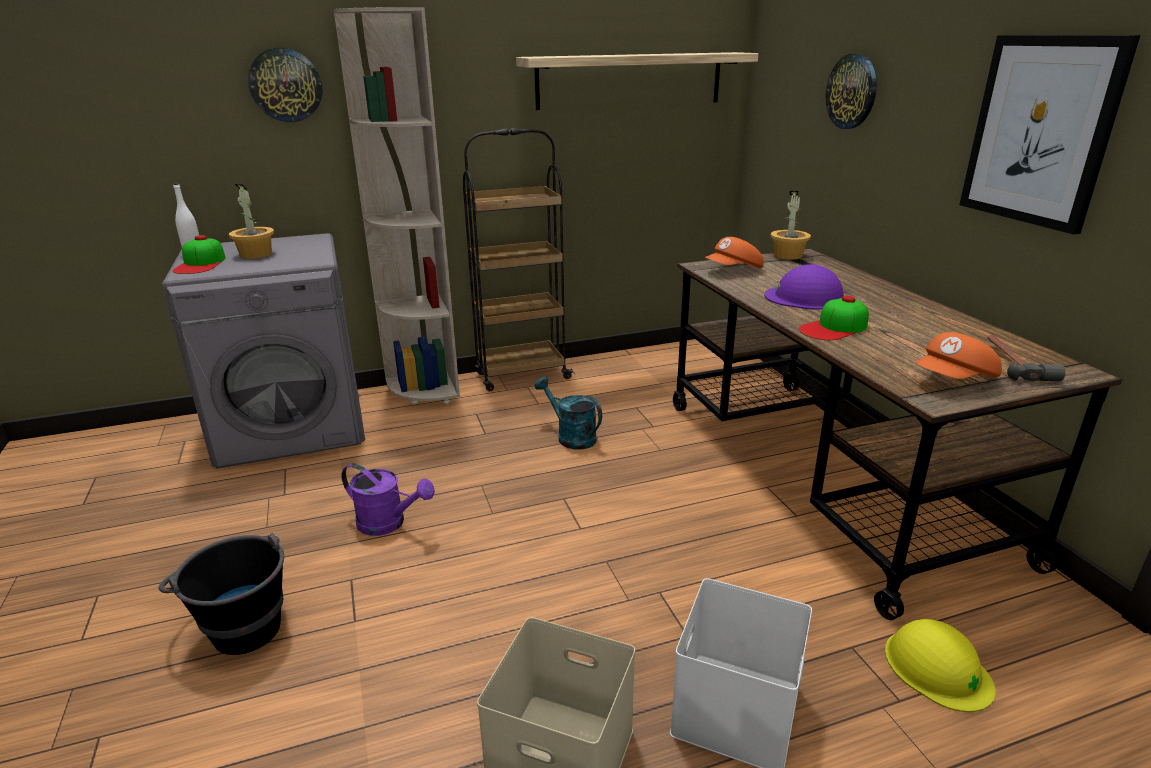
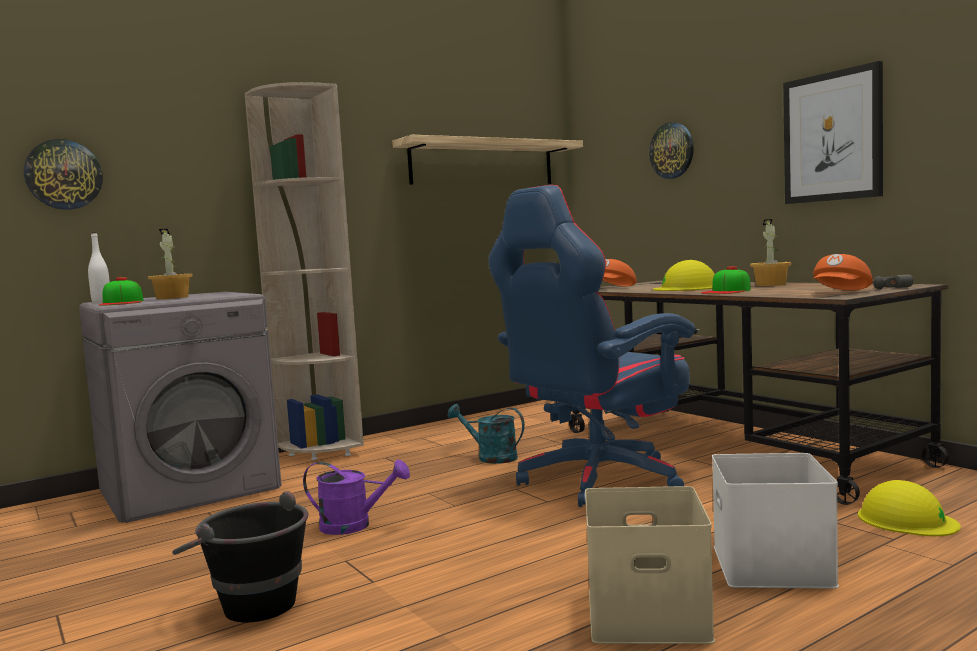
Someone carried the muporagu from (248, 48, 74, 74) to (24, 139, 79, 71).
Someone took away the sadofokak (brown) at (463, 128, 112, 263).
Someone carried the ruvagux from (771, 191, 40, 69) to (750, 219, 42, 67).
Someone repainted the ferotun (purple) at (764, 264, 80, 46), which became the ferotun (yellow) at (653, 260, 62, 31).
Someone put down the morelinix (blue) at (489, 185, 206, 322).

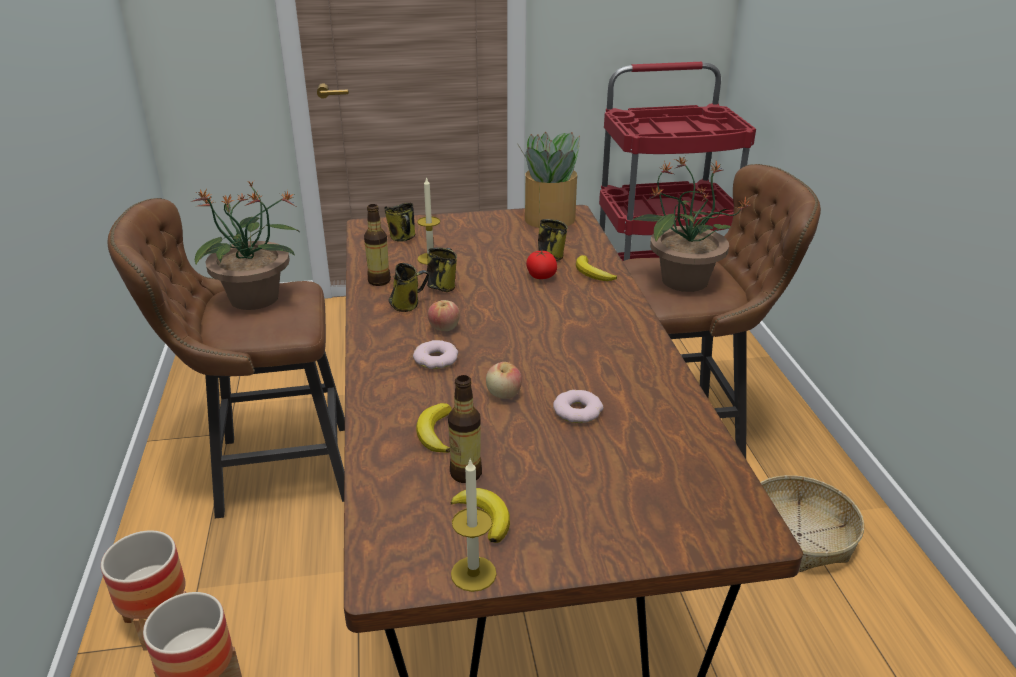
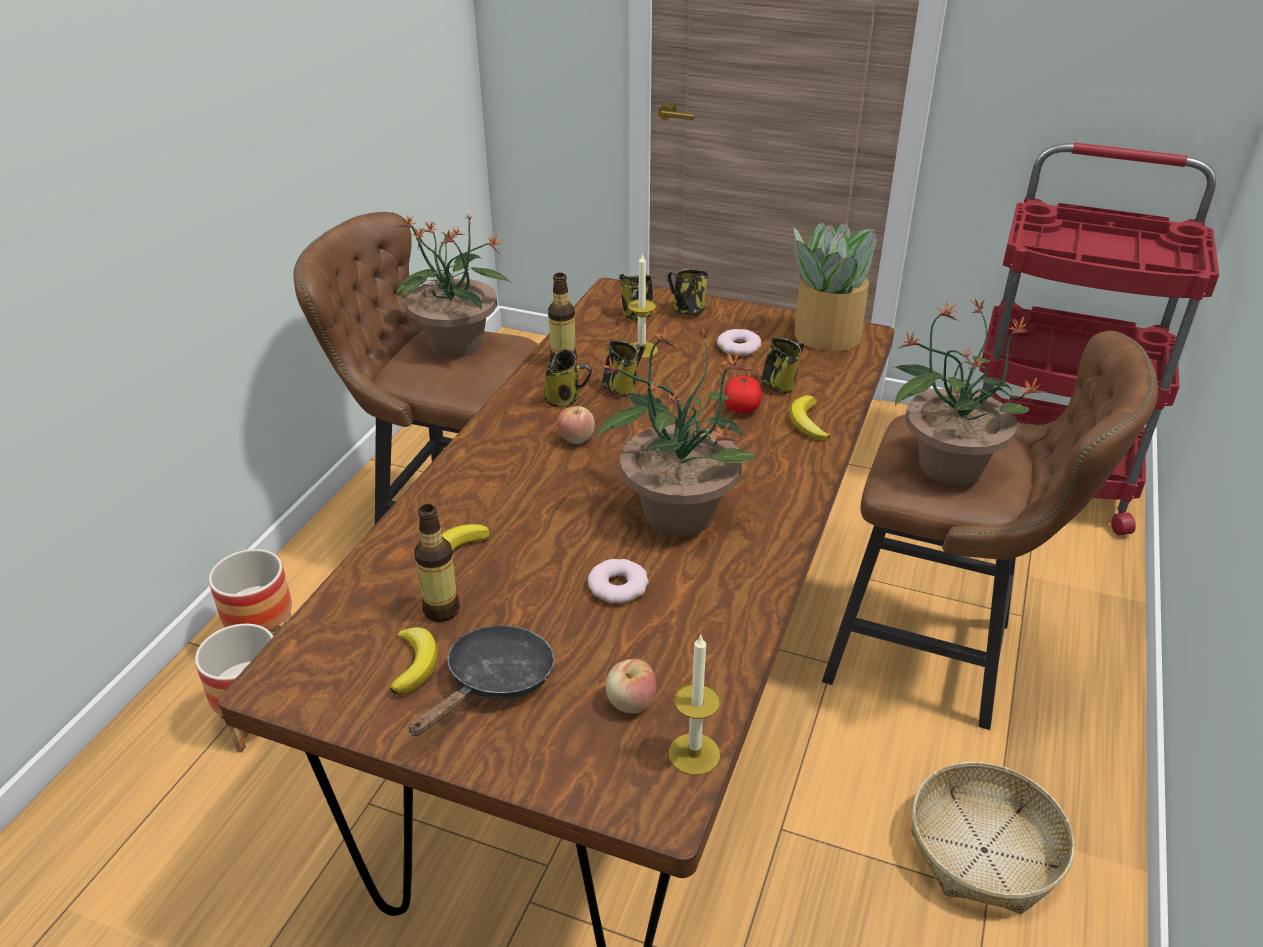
Someone carried the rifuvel from (413, 340, 45, 29) to (717, 329, 44, 27).
Someone carried the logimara from (486, 362, 36, 37) to (606, 659, 50, 55).
Someone carried the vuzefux from (451, 458, 46, 134) to (669, 634, 51, 141).
Someone put down the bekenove at (668, 269, 40, 46).
Someone put down the ruvagux at (597, 324, 160, 212).
Someone put down the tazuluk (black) at (408, 625, 146, 111).

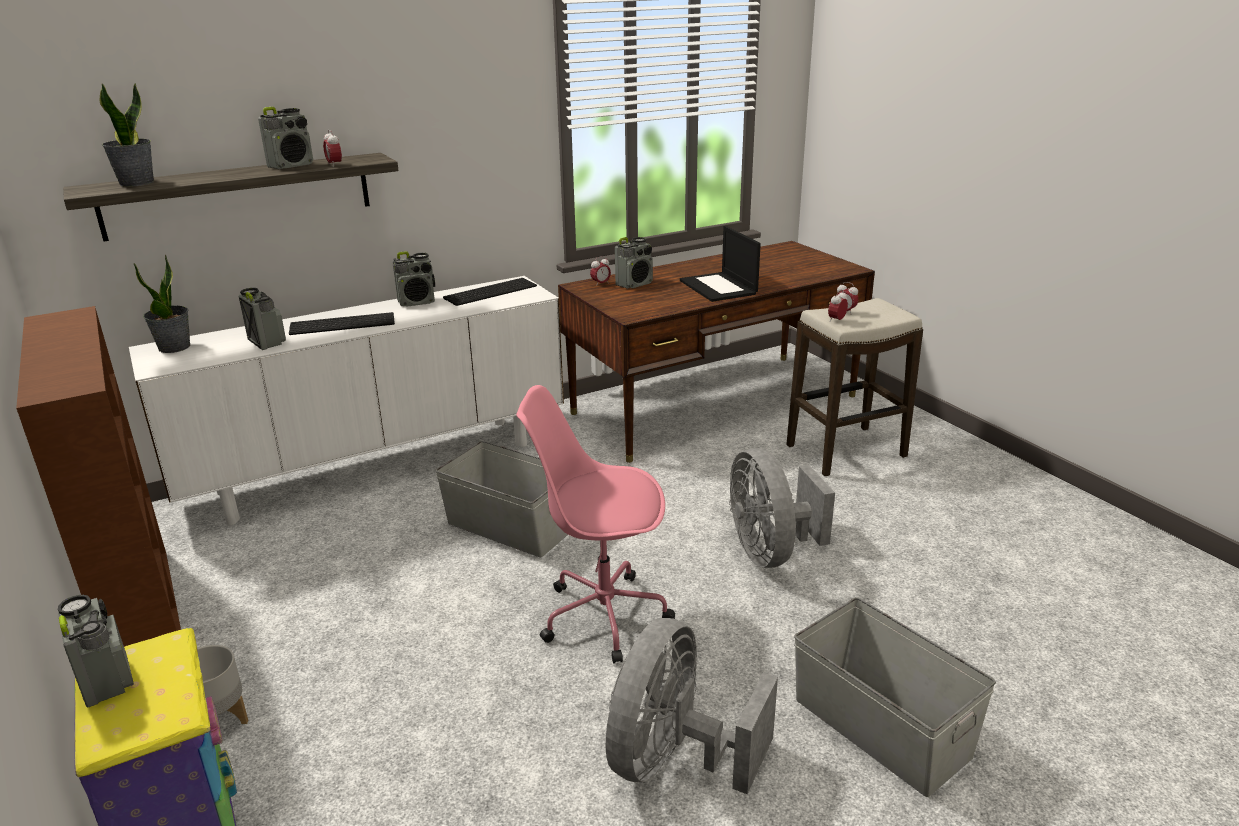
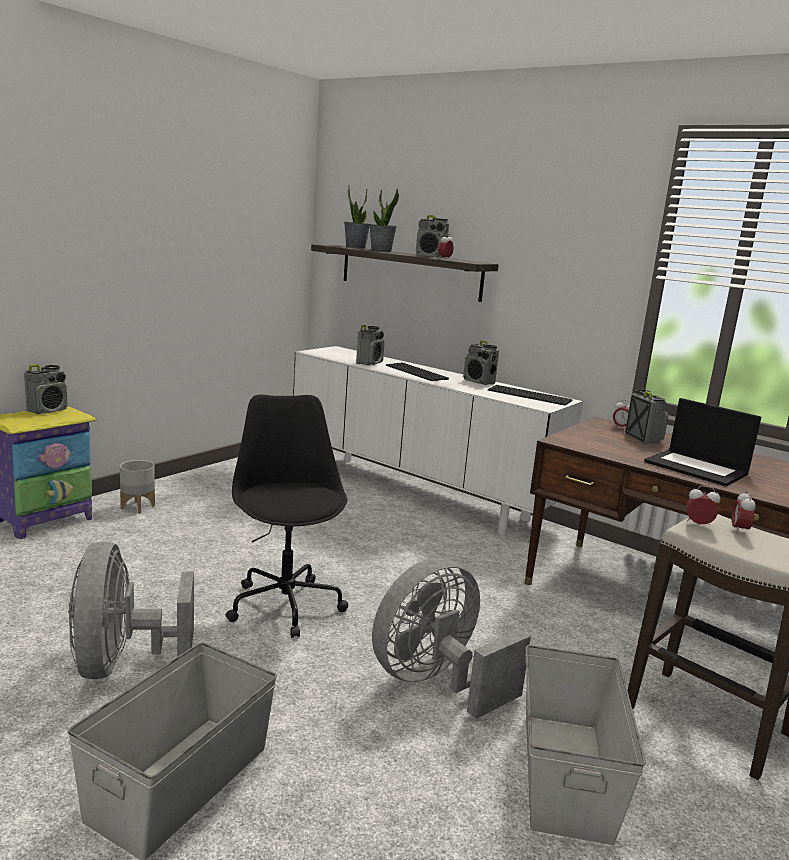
Someone rotated the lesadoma at (680, 226, 81, 76) by 90 degrees counterclockwise.
Someone rotated the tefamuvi at (615, 237, 38, 52) by 135 degrees counterclockwise.
Someone carried the ruvagux from (134, 255, 56, 98) to (369, 188, 30, 64).
Someone took away the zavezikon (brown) at (16, 306, 165, 341).
Someone repainted the morelinix (pink) at (516, 385, 159, 279), which became the morelinix (black) at (225, 395, 123, 243).
Someone carried the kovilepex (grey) from (435, 441, 133, 116) to (525, 645, 121, 200).
Someone rotated the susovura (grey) at (606, 618, 172, 176) by 105 degrees counterclockwise.

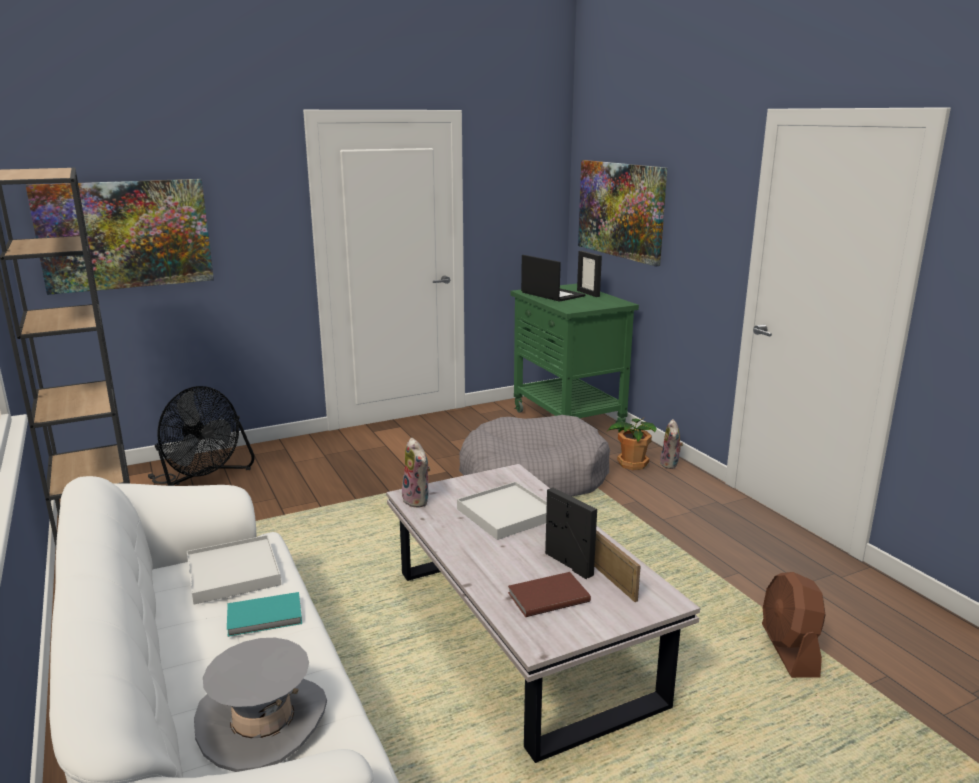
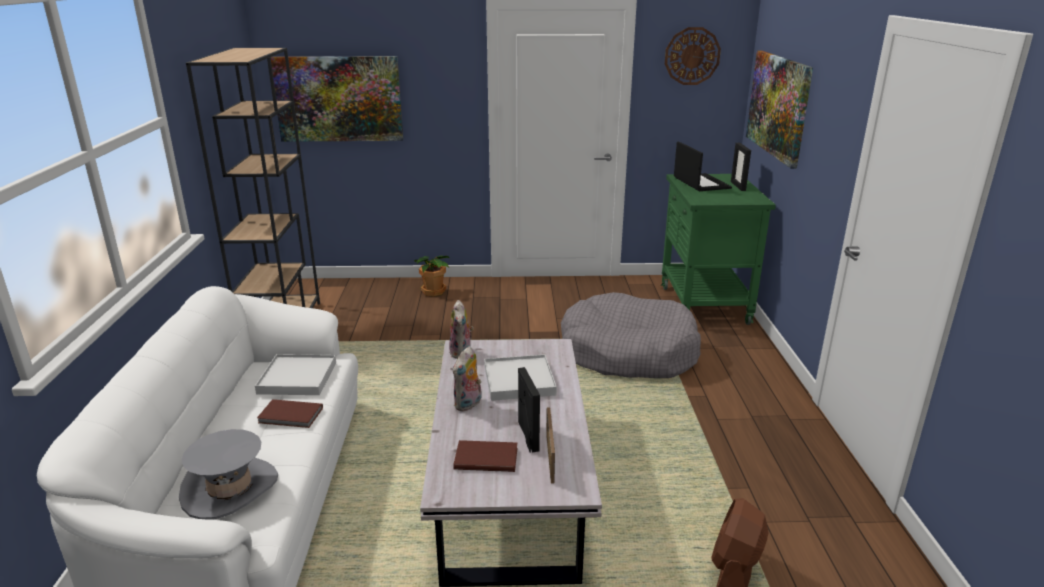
Someone took away the susovura (black) at (148, 386, 107, 100).
Someone carried the ruvagux from (607, 418, 50, 52) to (414, 256, 35, 41).
Someone carried the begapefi from (660, 419, 23, 50) to (453, 346, 28, 65).
Someone repainted the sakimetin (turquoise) at (227, 592, 75, 45), which became the sakimetin (brown) at (257, 399, 66, 29).
Someone put up the muporagu at (665, 27, 56, 58).

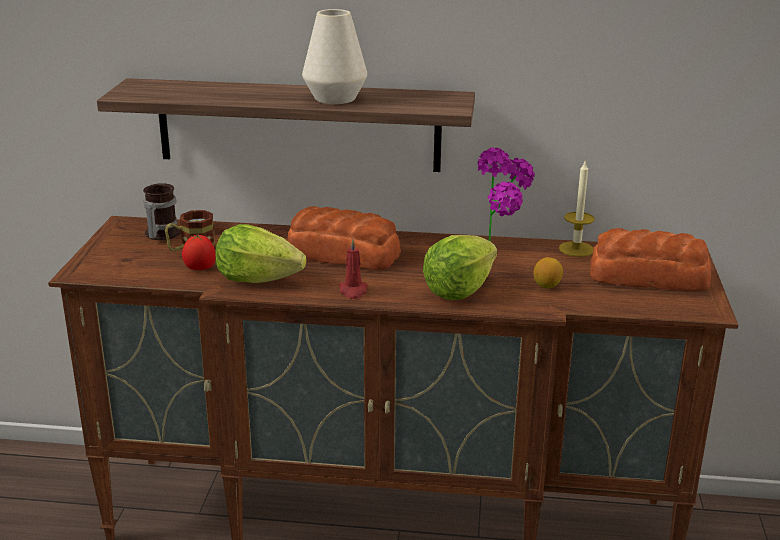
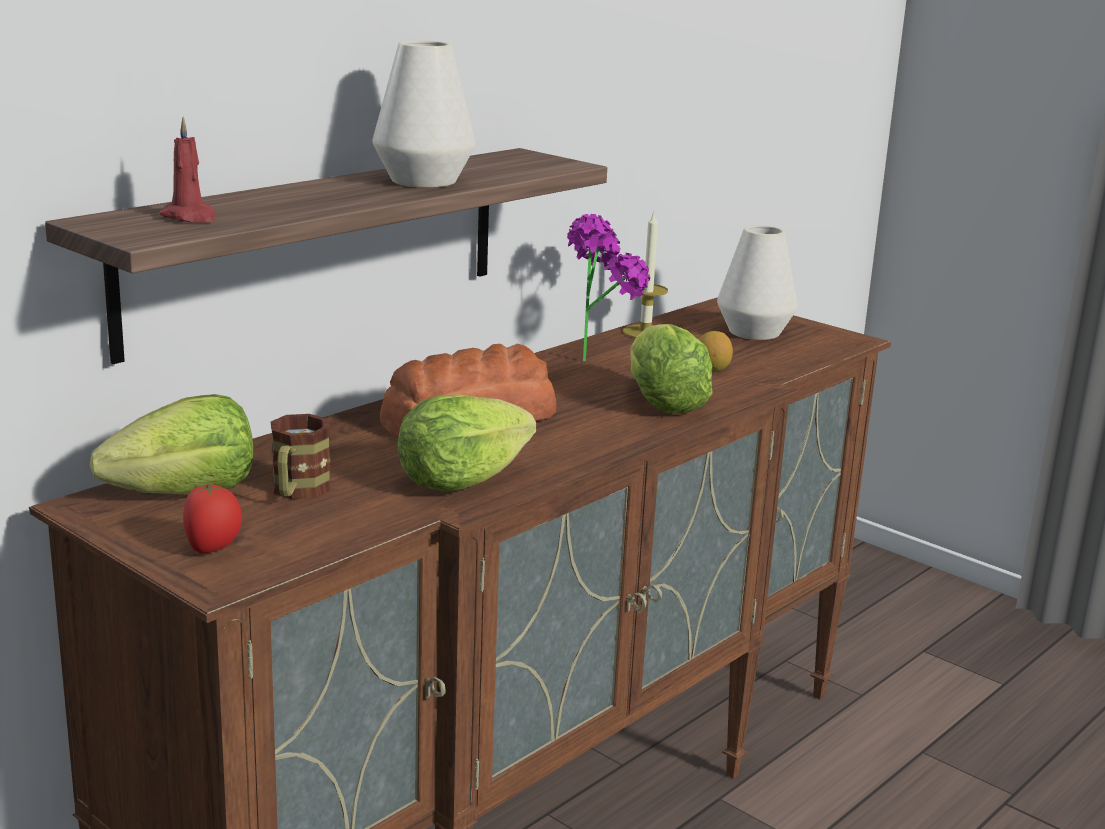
Someone swapped the bekenove at (143, 183, 38, 57) for the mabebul at (90, 394, 163, 101).
Someone swapped the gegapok at (590, 228, 121, 63) for the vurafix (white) at (717, 225, 81, 115).
Someone carried the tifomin from (182, 234, 33, 36) to (183, 483, 59, 71).
Someone carried the vuzefux (red) from (339, 239, 29, 60) to (159, 117, 56, 106).

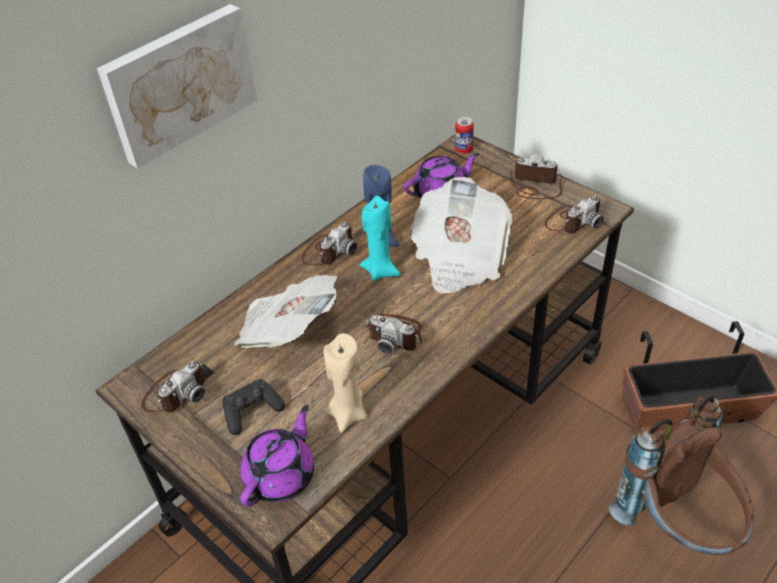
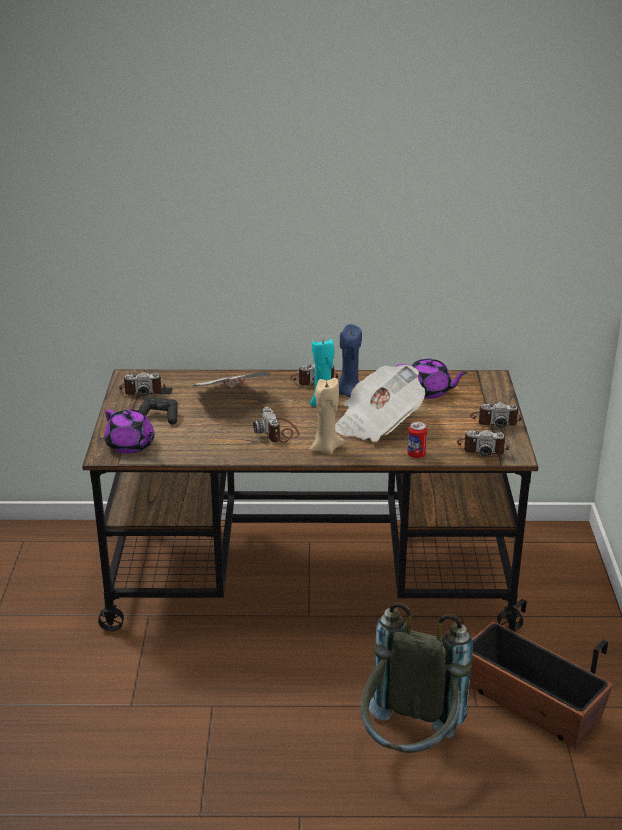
Someone took away the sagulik at (97, 4, 160, 164).
Someone carried the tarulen from (455, 117, 19, 37) to (407, 422, 20, 36).
Someone rotated the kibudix at (510, 154, 52, 45) by 120 degrees clockwise.
Someone carried the vuzefux (beige) from (324, 333, 43, 100) to (309, 378, 36, 77).
Someone repainted the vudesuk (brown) at (609, 395, 145, 160), which became the vudesuk (grey) at (361, 603, 112, 150).
Someone rotated the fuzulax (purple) at (240, 405, 74, 101) by 60 degrees clockwise.

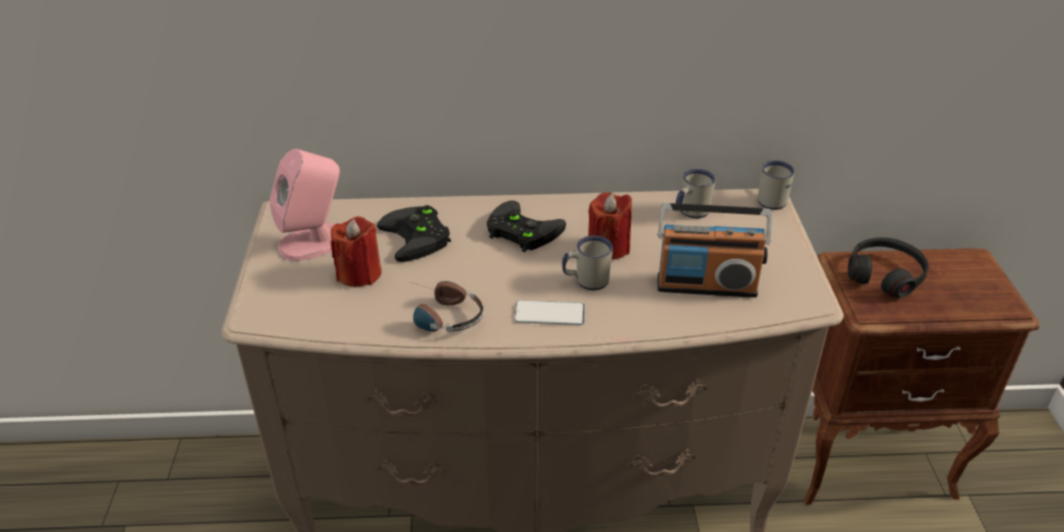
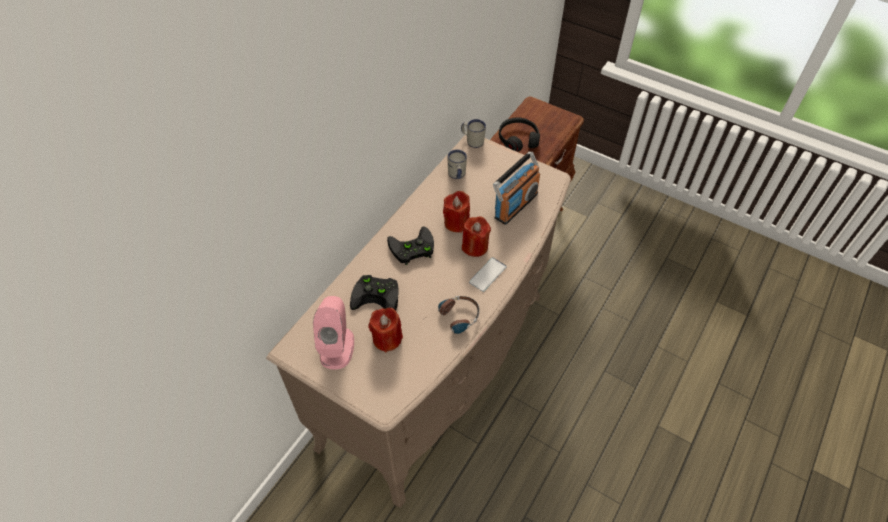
Someone swapped the bekenove (white) at (562, 235, 51, 55) for the vuzefux (red) at (462, 216, 29, 41).

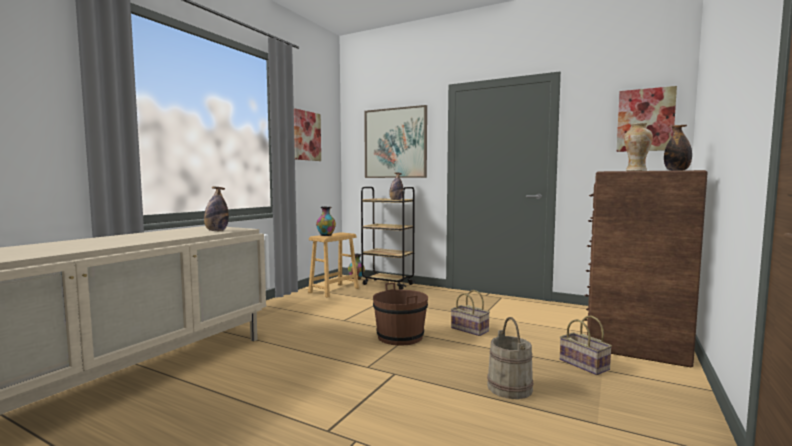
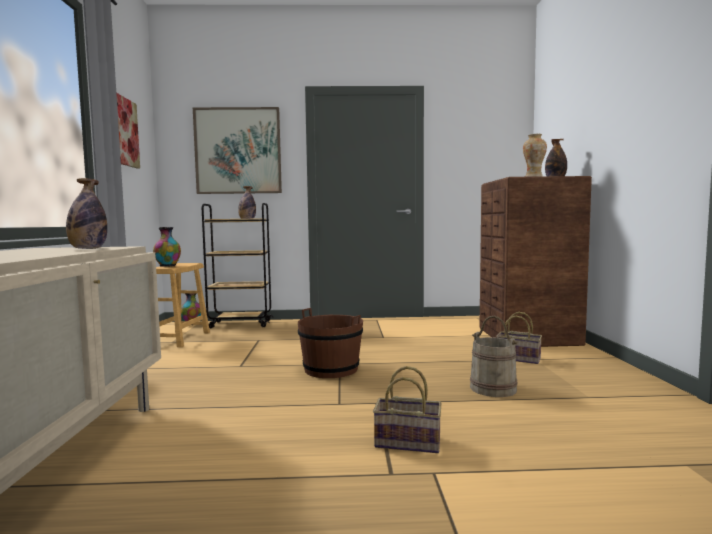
Someone took away the sagulik at (616, 86, 61, 66).
Someone carried the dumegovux from (451, 290, 39, 46) to (373, 366, 68, 87).

